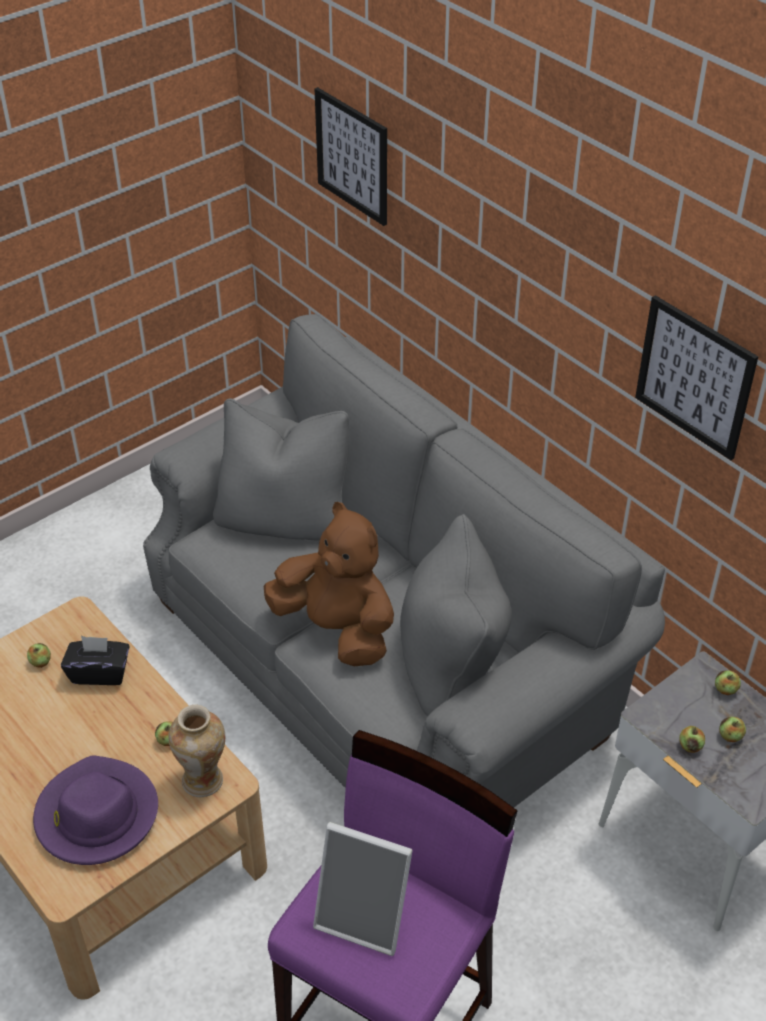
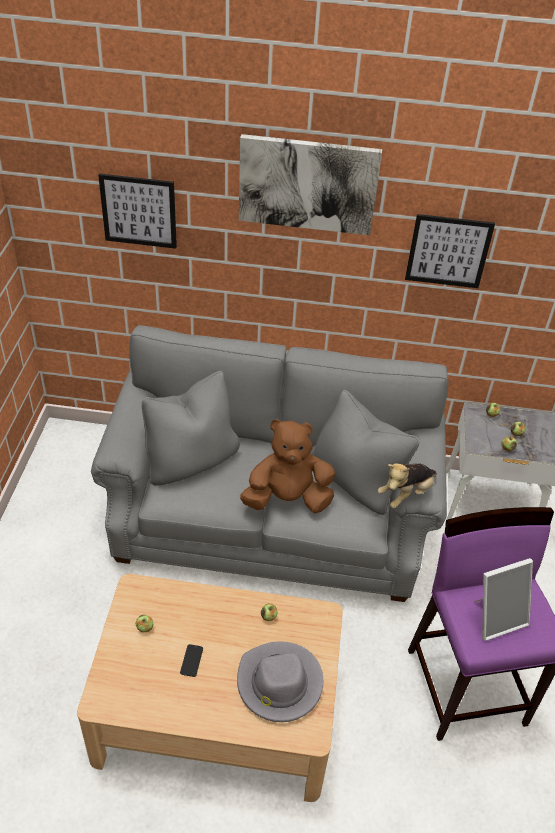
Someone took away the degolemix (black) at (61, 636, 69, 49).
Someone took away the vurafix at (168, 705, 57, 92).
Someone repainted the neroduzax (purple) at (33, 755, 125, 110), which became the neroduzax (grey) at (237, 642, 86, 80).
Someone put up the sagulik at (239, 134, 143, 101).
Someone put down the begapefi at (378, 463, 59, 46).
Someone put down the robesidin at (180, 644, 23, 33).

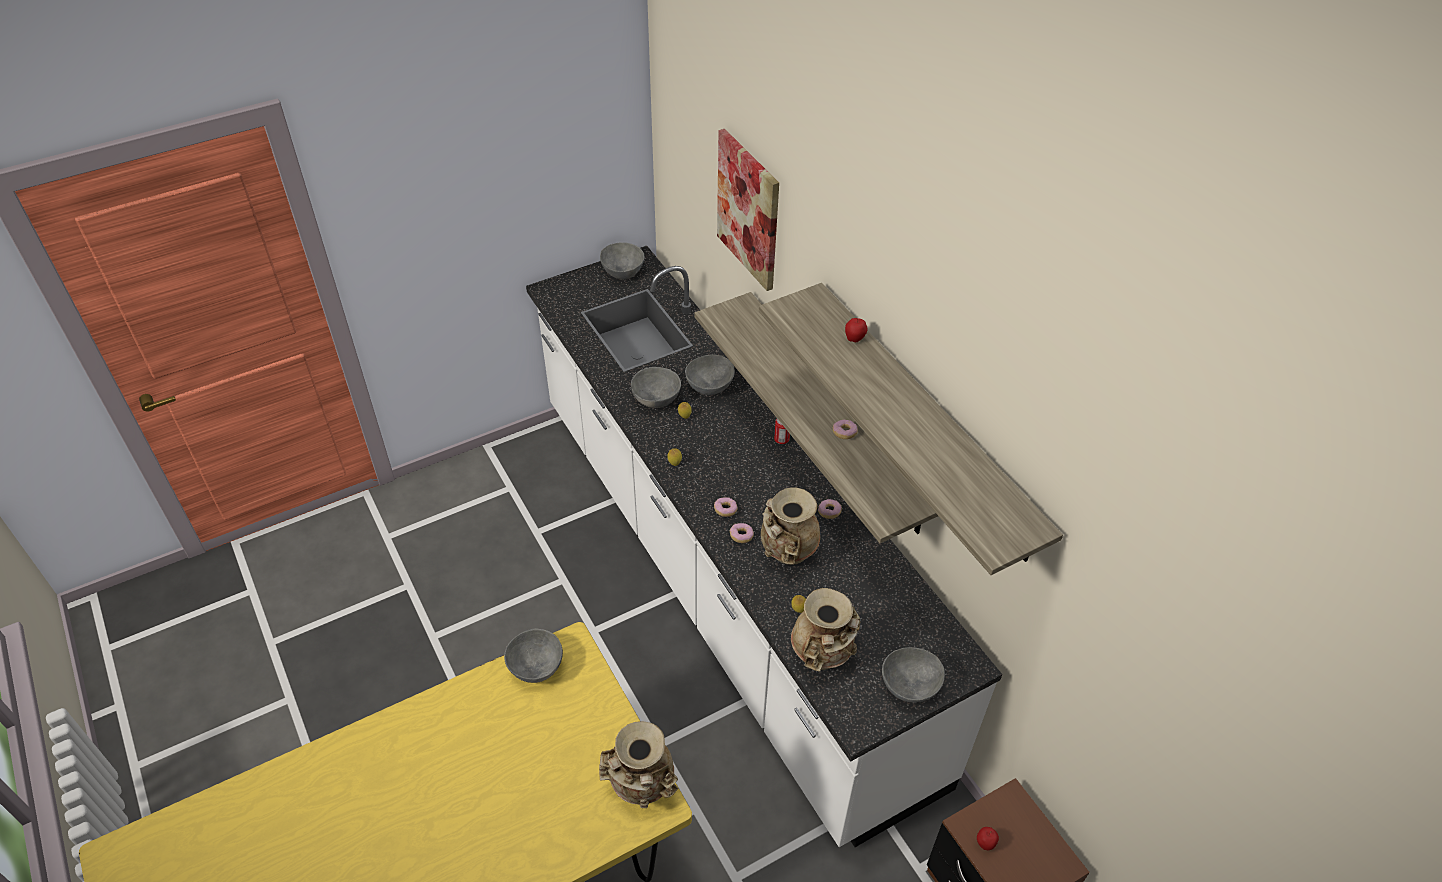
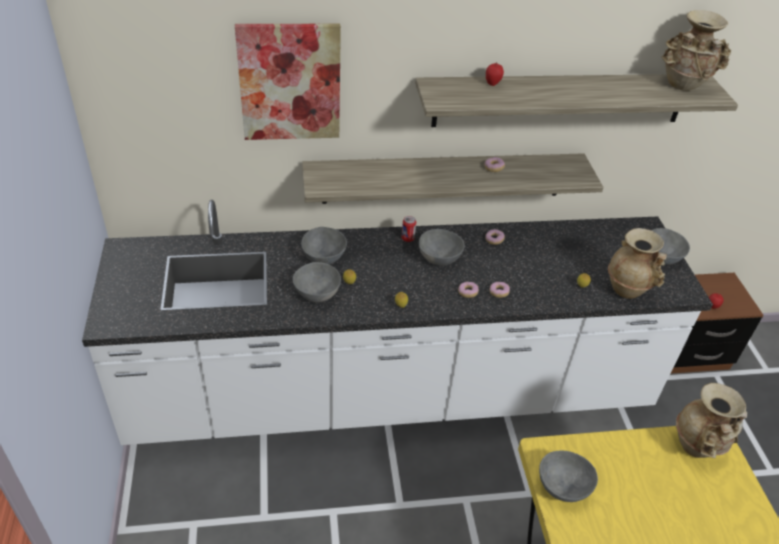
Someone carried the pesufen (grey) from (600, 242, 45, 37) to (419, 229, 46, 36).
Someone carried the vurafix (beige) from (761, 487, 59, 78) to (661, 10, 70, 81).

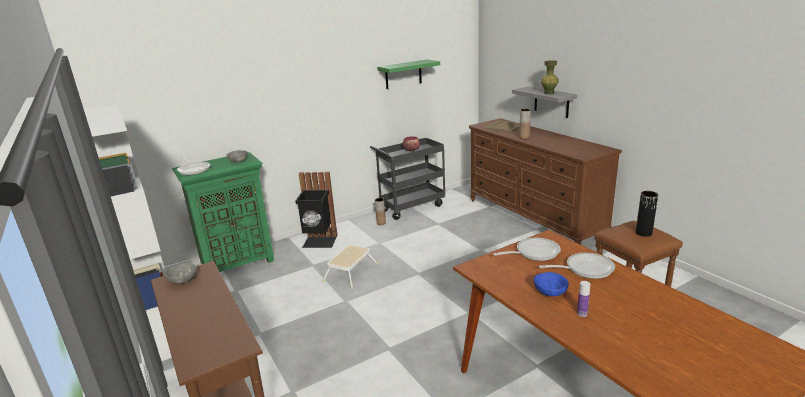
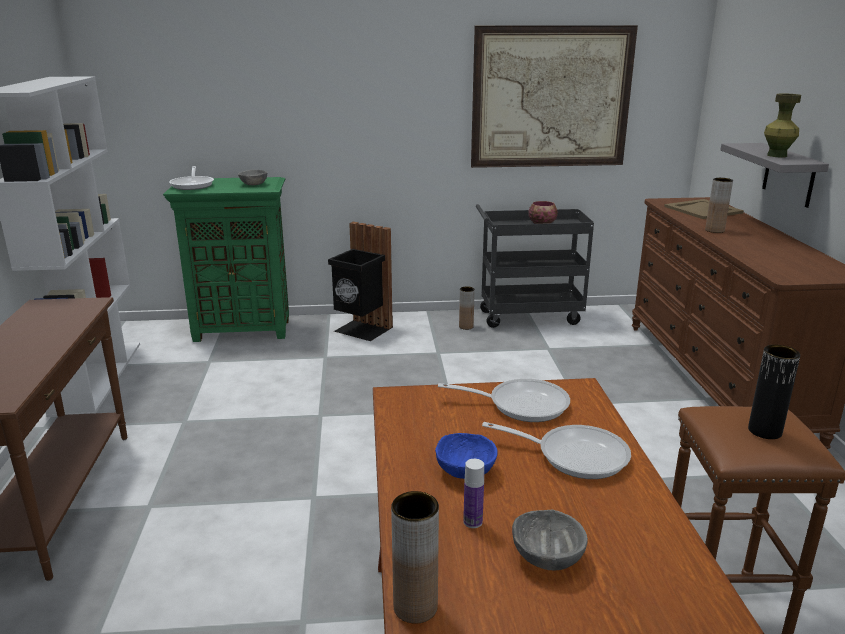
Someone swapped the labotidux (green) at (377, 59, 63, 30) for the sagulik at (471, 25, 167, 143).
Someone took away the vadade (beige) at (322, 245, 56, 44).
Someone carried the pesufen (grey) from (165, 263, 32, 21) to (512, 509, 76, 61).
Someone put down the vurafix (brown) at (391, 491, 48, 133).

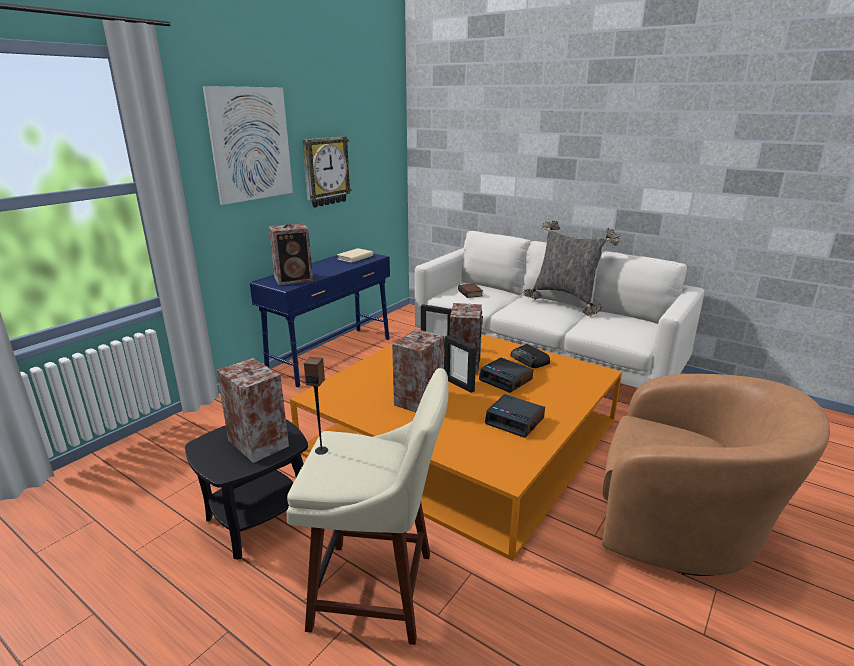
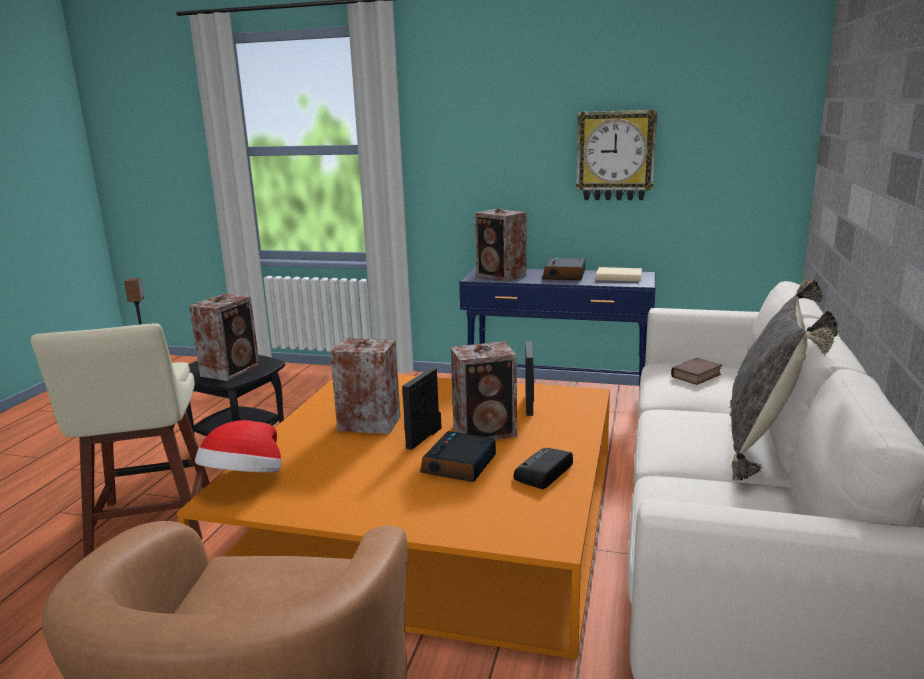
Someone took away the sagulik at (203, 86, 90, 119).
Someone carried the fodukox from (485, 394, 60, 44) to (543, 258, 42, 22).
Someone put down the neroduzax at (195, 420, 87, 52).

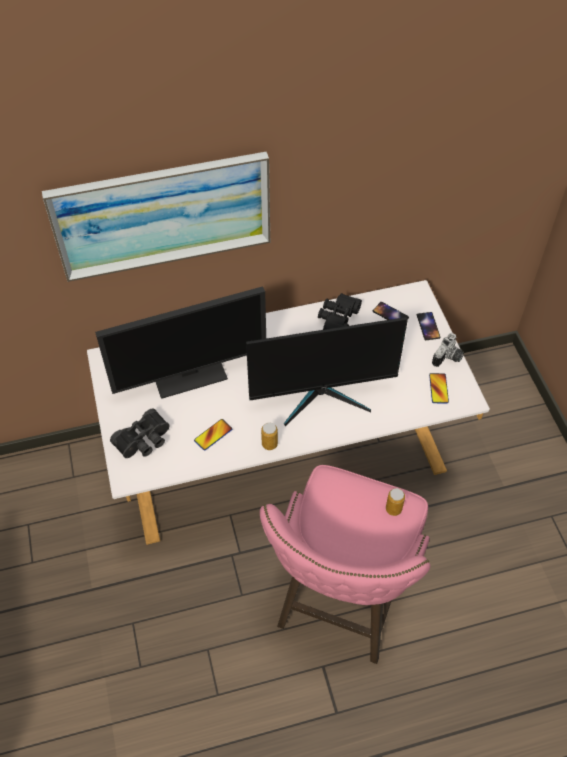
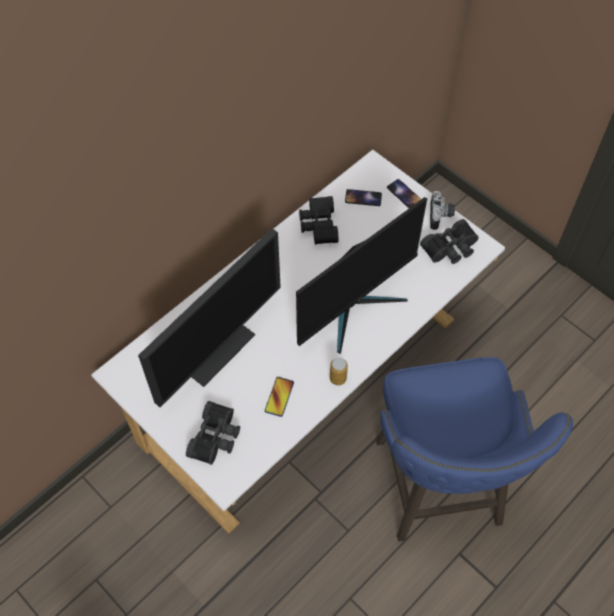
Someone took away the sagulik at (42, 152, 228, 130).
Someone swapped the robesidin at (429, 373, 20, 30) for the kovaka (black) at (420, 219, 59, 45).
Someone repainted the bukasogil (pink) at (260, 465, 170, 199), which became the bukasogil (blue) at (376, 357, 197, 185).
Someone took away the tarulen at (386, 488, 19, 28).

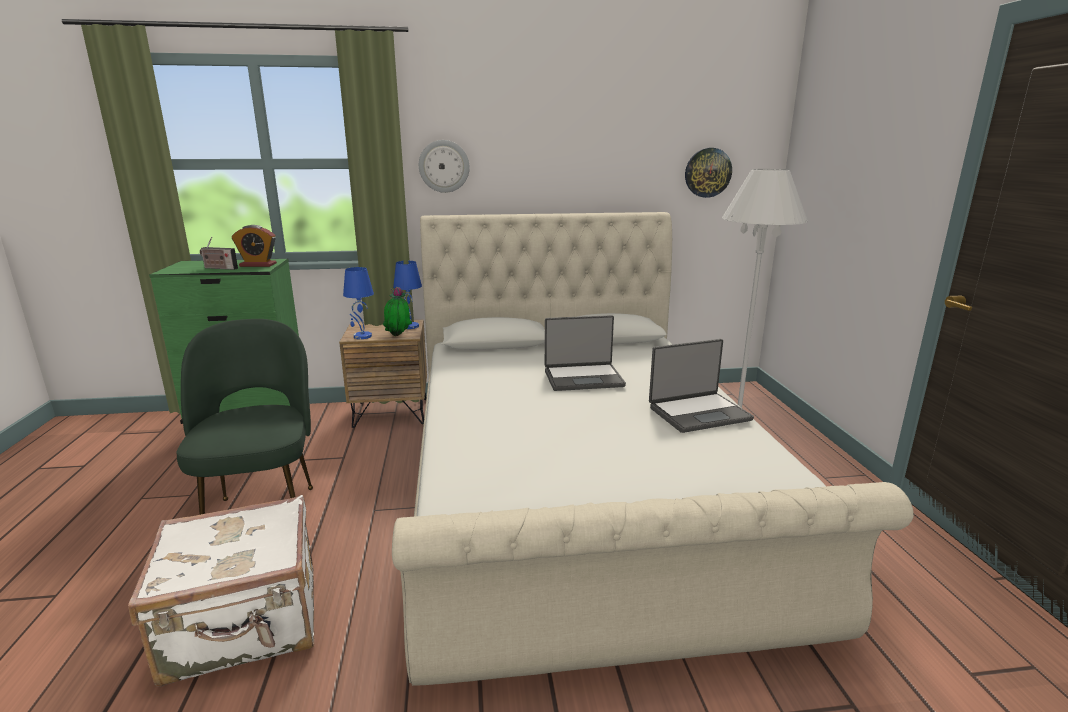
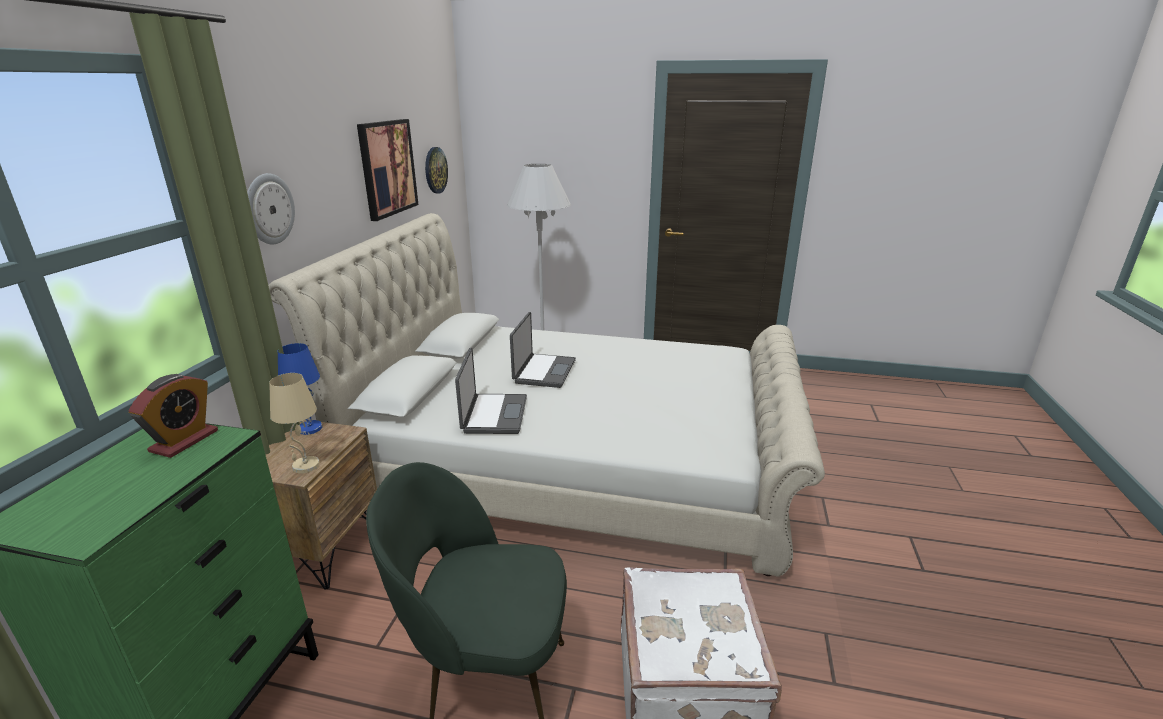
Someone took away the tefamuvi at (200, 237, 38, 33).
Someone repainted the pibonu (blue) at (343, 267, 31, 72), which became the pibonu (beige) at (269, 373, 51, 100).
Someone took away the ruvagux at (383, 287, 29, 49).
Someone carried the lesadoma from (649, 339, 105, 94) to (455, 348, 72, 86).
Someone put up the sagulik at (357, 119, 61, 102).

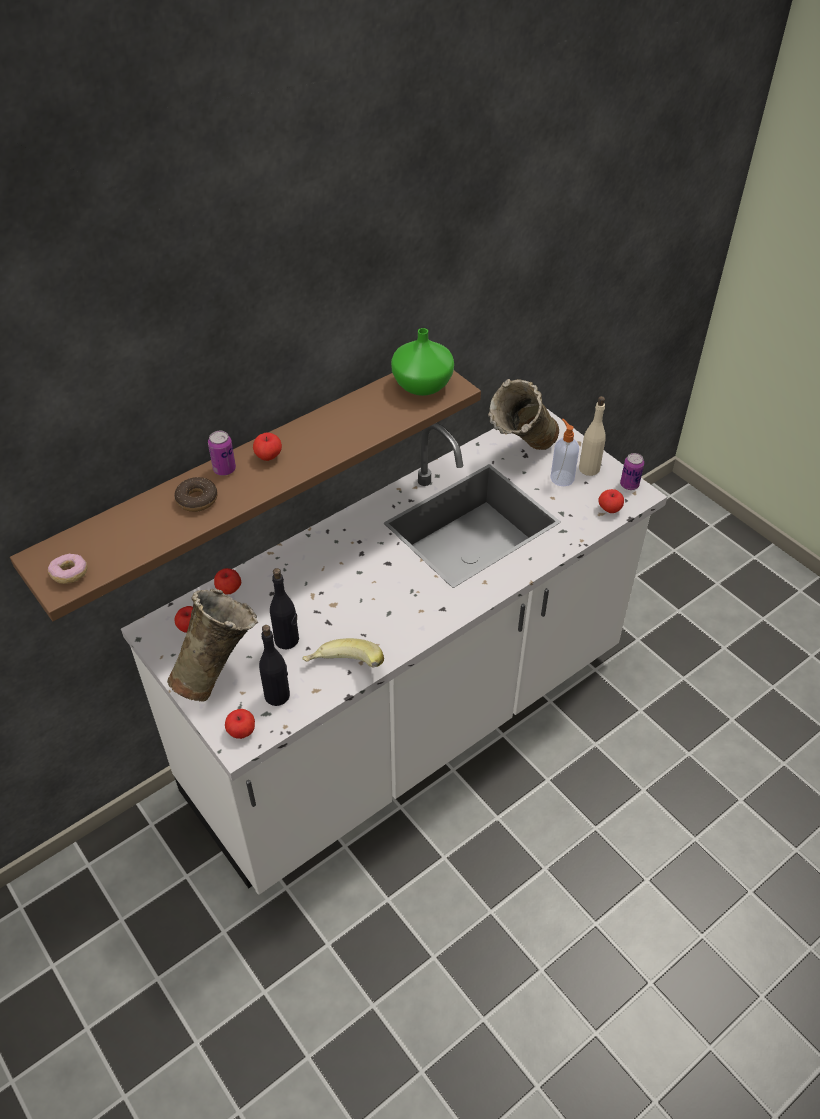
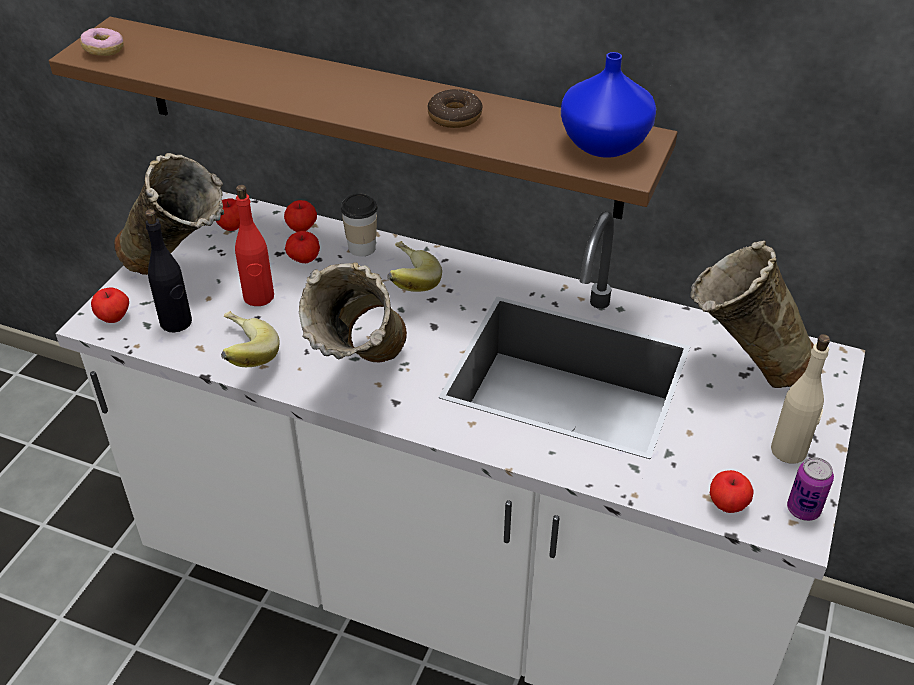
Someone repainted the vurafix (green) at (391, 328, 63, 68), which became the vurafix (blue) at (561, 52, 95, 106).
Someone took away the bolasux at (550, 419, 29, 67).
Someone took away the tarulen at (208, 431, 28, 45).
Someone carried the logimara from (253, 433, 29, 28) to (285, 231, 35, 32).
Someone carried the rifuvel from (174, 477, 44, 35) to (428, 89, 55, 39).
Someone repainted the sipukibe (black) at (270, 568, 29, 81), which became the sipukibe (red) at (235, 185, 39, 121).
Someone put down the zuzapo at (341, 194, 36, 62).
Someone put down the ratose at (387, 241, 55, 51).
Someone put down the vurafix (beige) at (299, 262, 108, 100).

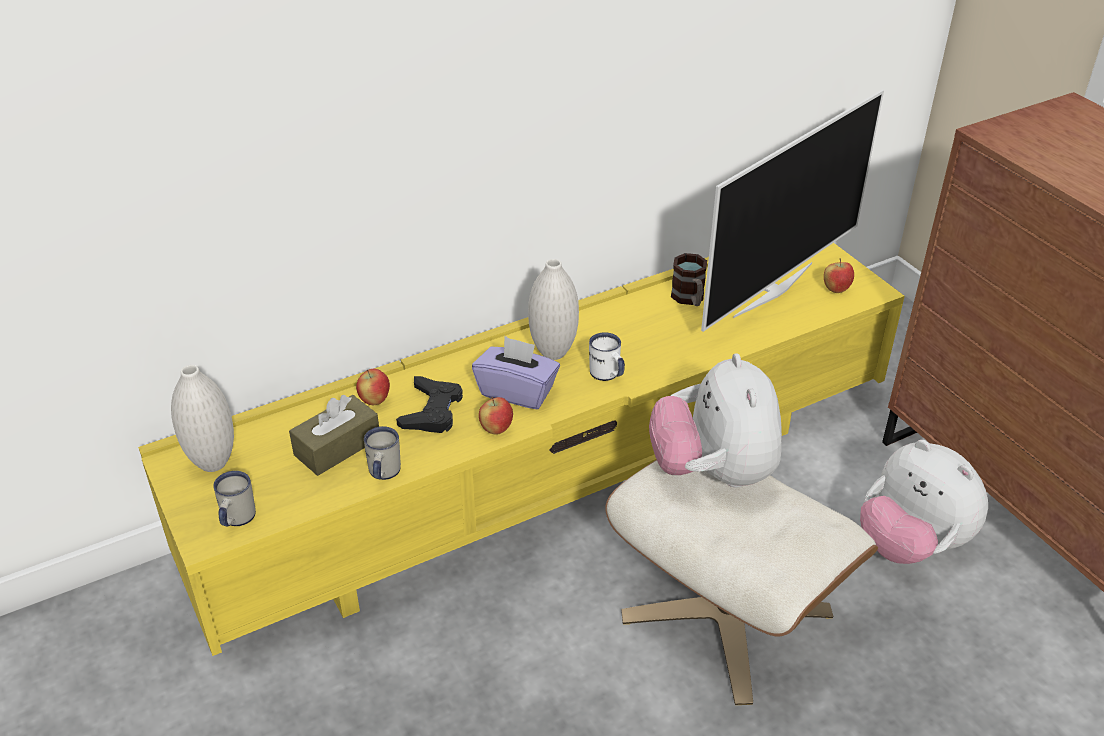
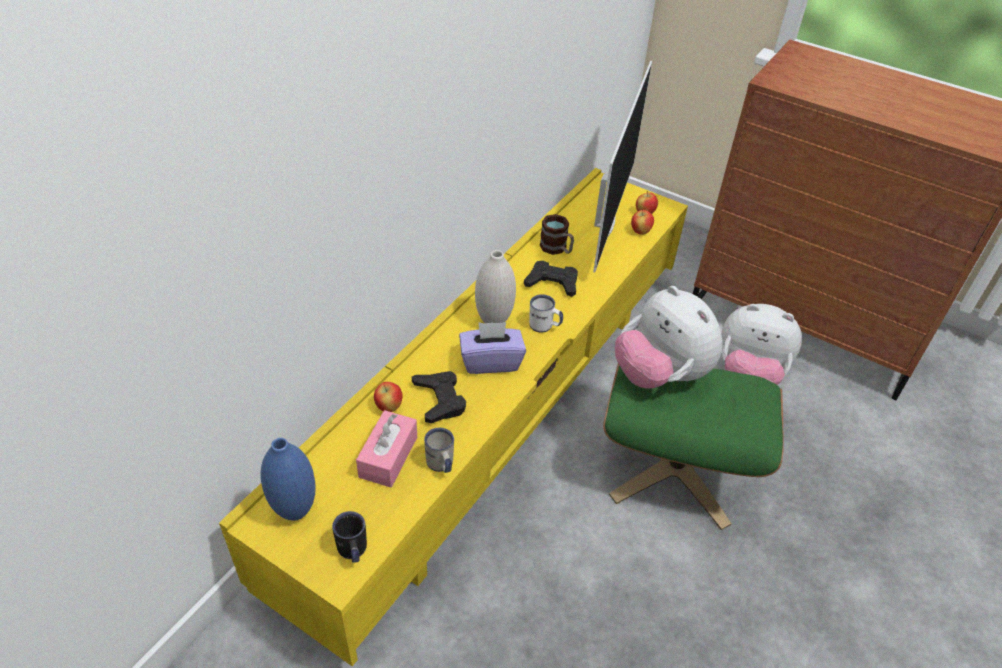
Someone repainted the vurafix (white) at (171, 365, 63, 107), which became the vurafix (blue) at (261, 438, 55, 83).
Someone repainted the degolemix (brown) at (289, 395, 90, 81), which became the degolemix (pink) at (356, 410, 61, 78).
Someone carried the logimara from (479, 397, 34, 38) to (631, 210, 23, 25).
Someone repainted the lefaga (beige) at (605, 460, 273, 245), which became the lefaga (green) at (603, 364, 181, 166).
Someone repainted the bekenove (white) at (213, 471, 43, 56), which became the bekenove (black) at (332, 511, 35, 52).
Someone put down the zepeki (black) at (524, 261, 54, 36).

